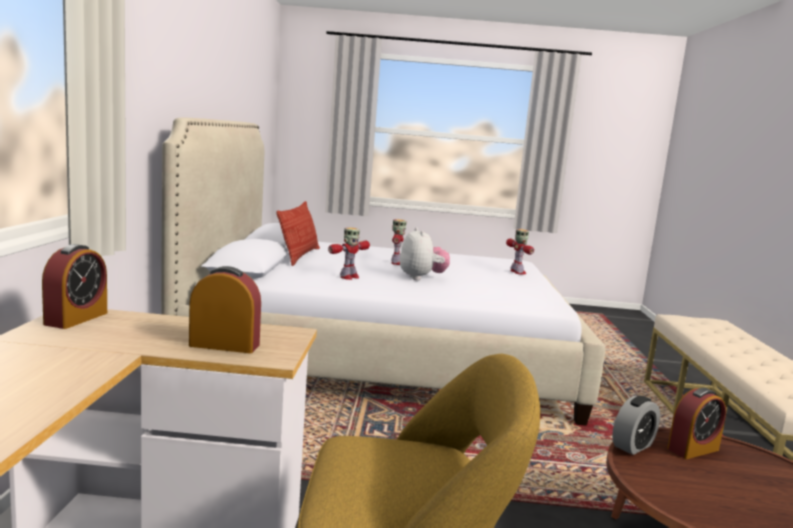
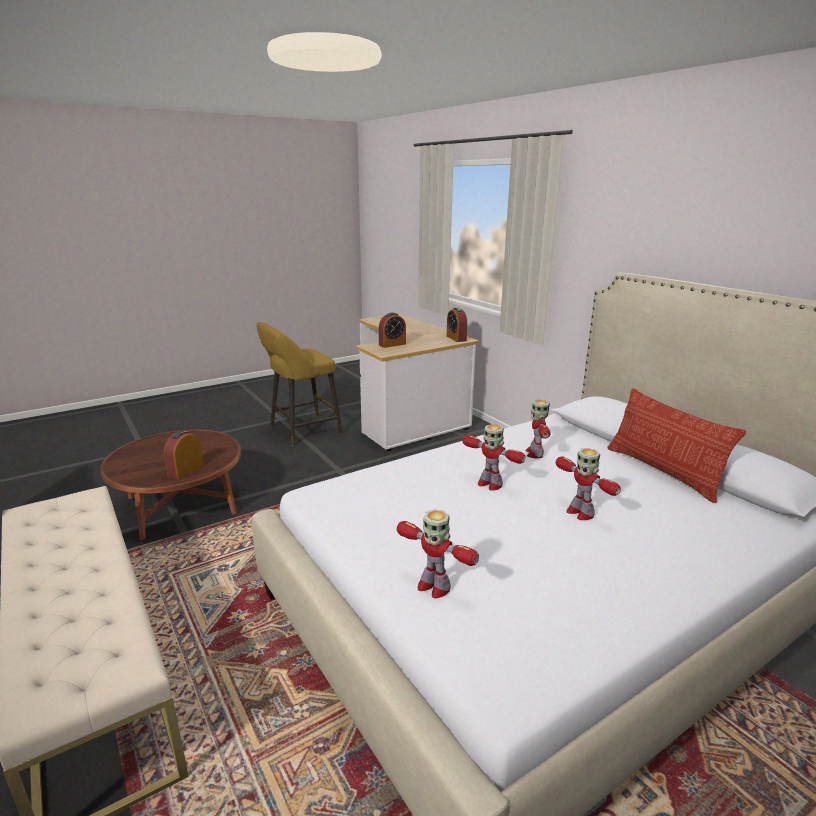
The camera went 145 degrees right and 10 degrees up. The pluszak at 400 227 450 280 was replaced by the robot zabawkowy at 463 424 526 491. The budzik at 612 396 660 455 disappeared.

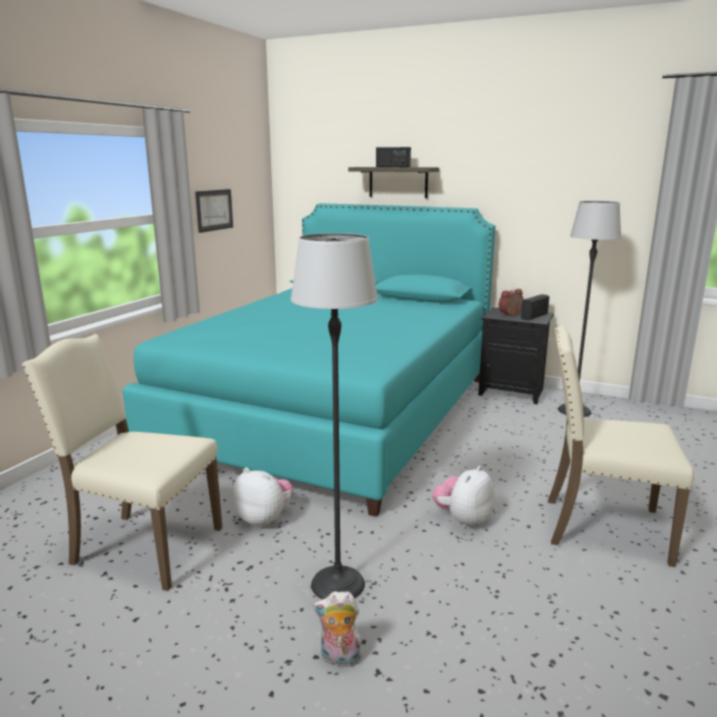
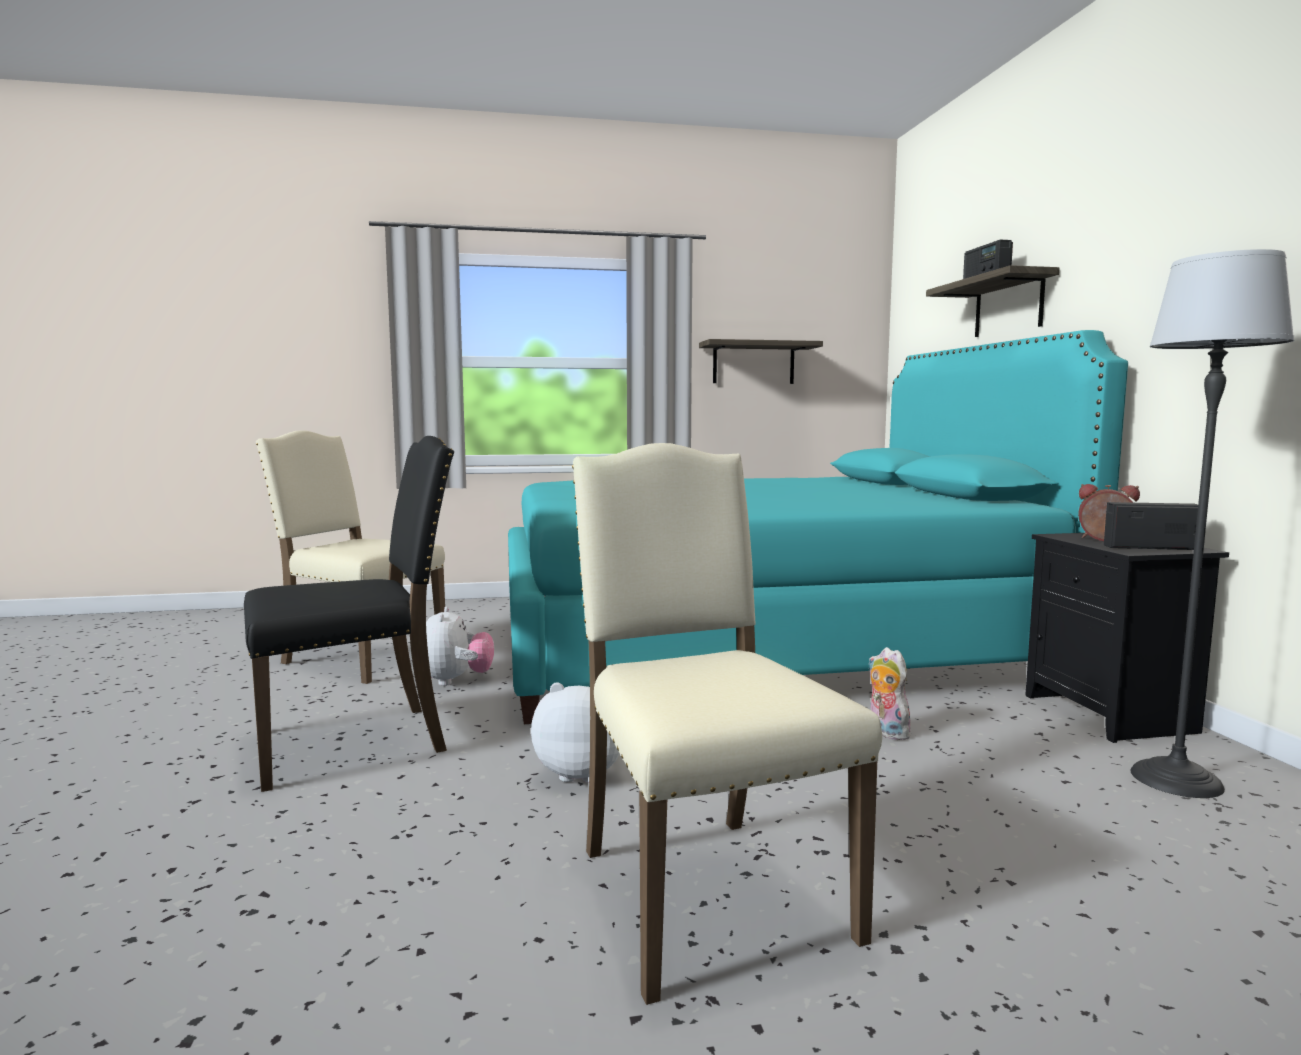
The camera went 55 degrees right and 10 degrees down. The obraz at 195 189 233 233 was replaced by the półka at 699 339 823 384. The lampa stojąca at 291 233 378 599 was replaced by the krzesło/czarny at 244 436 454 792. The krzesło/beżowy at 22 334 222 591 turned 45 degrees counterclockwise. The pluszak moved from 313 591 362 667 to 869 647 912 740.

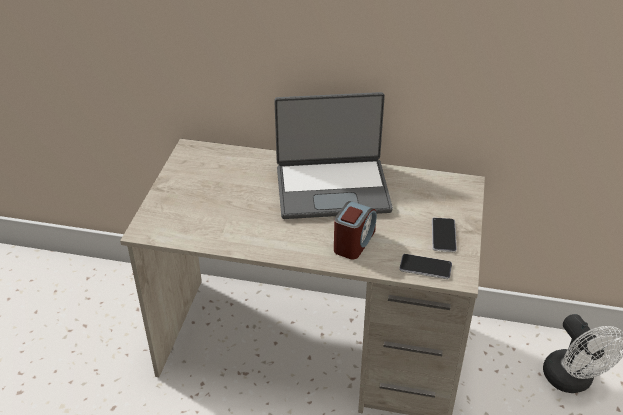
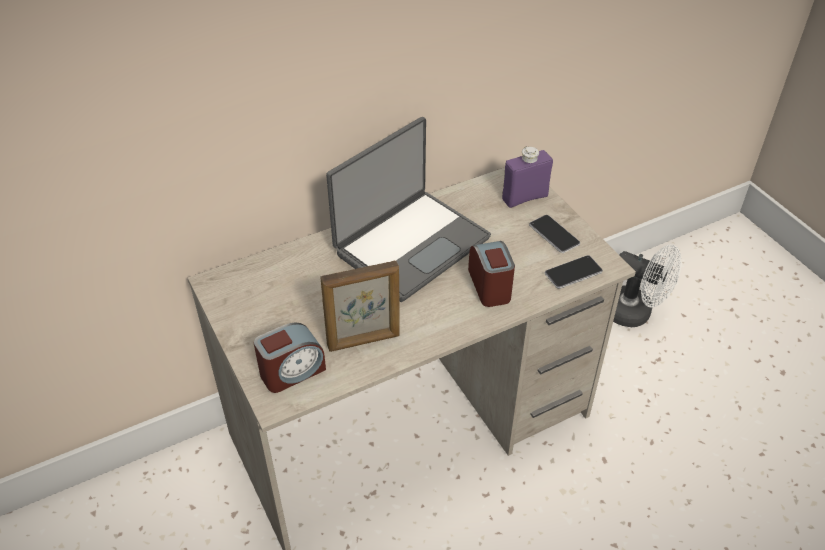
The camera went 40 degrees left and 5 degrees up. The butelka/fioletowy at 502 146 553 208 appeared. The ramka na zdjęcie at 320 261 400 352 appeared. The budzik at 254 323 326 393 appeared.

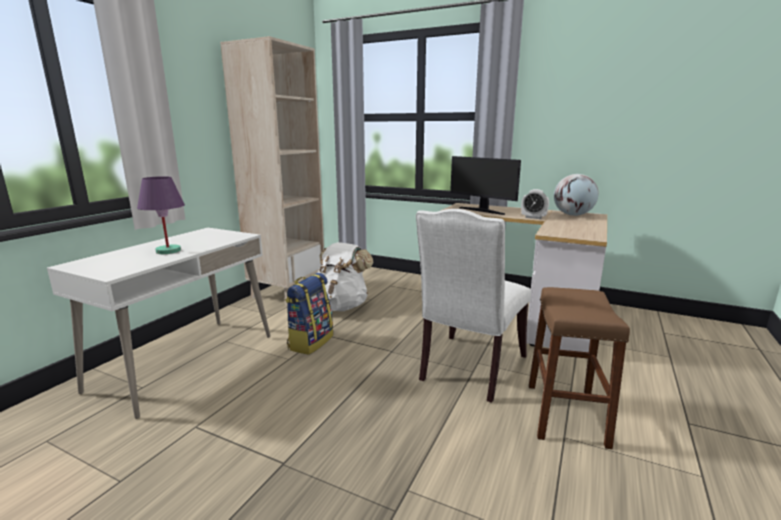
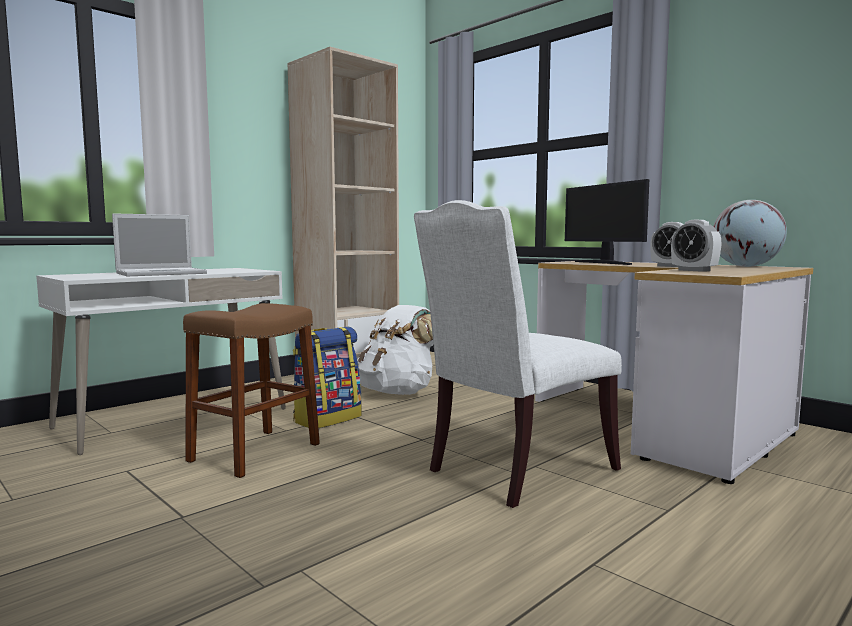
The camera went 20 degrees right and 10 degrees down. The lampa stołowa/fioletowy at 137 176 185 254 was replaced by the laptop at 112 213 207 276. The stołek/brązowy moved from 529 287 630 449 to 183 303 320 478. The budzik at 671 220 722 272 appeared.

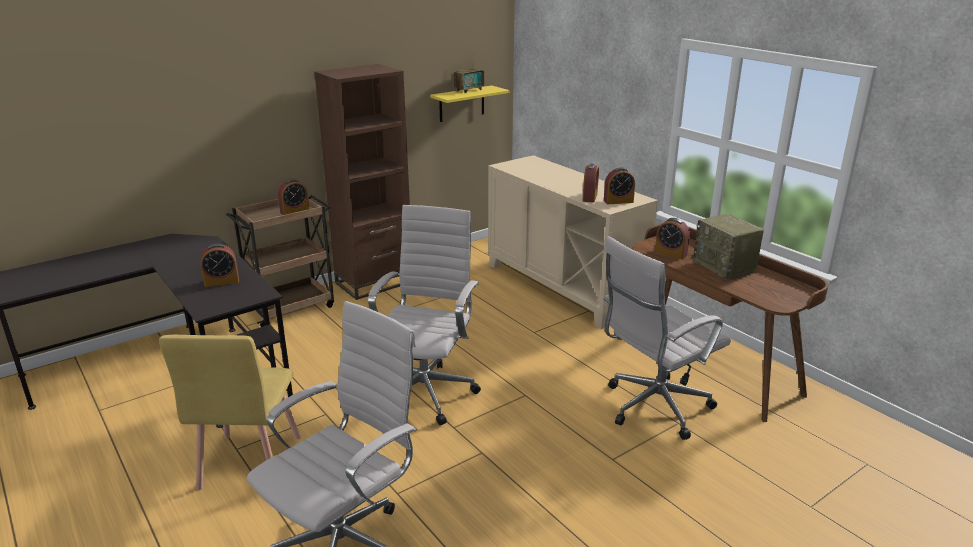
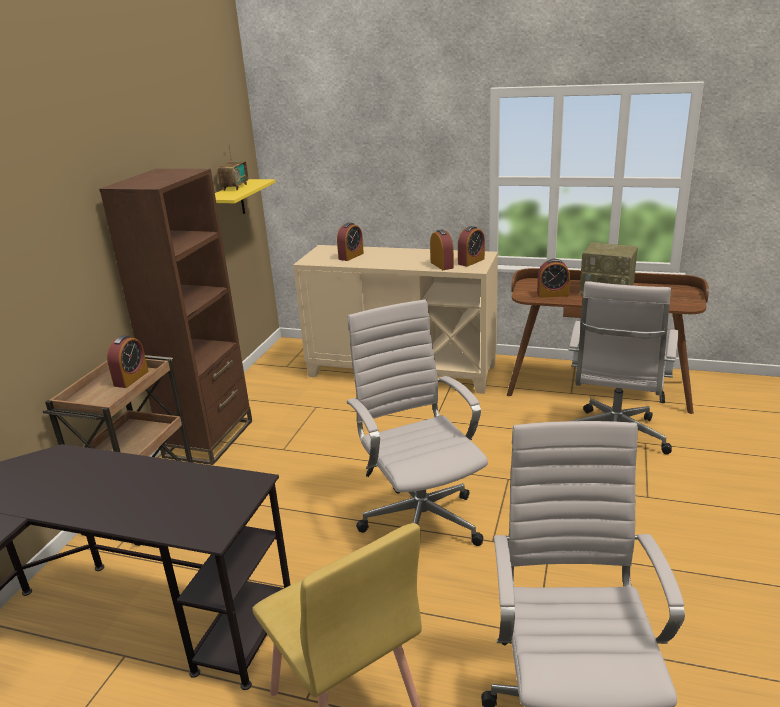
The camera went 35 degrees left and 0 degrees up. The budzik moved from 201 243 239 287 to 337 223 364 261.

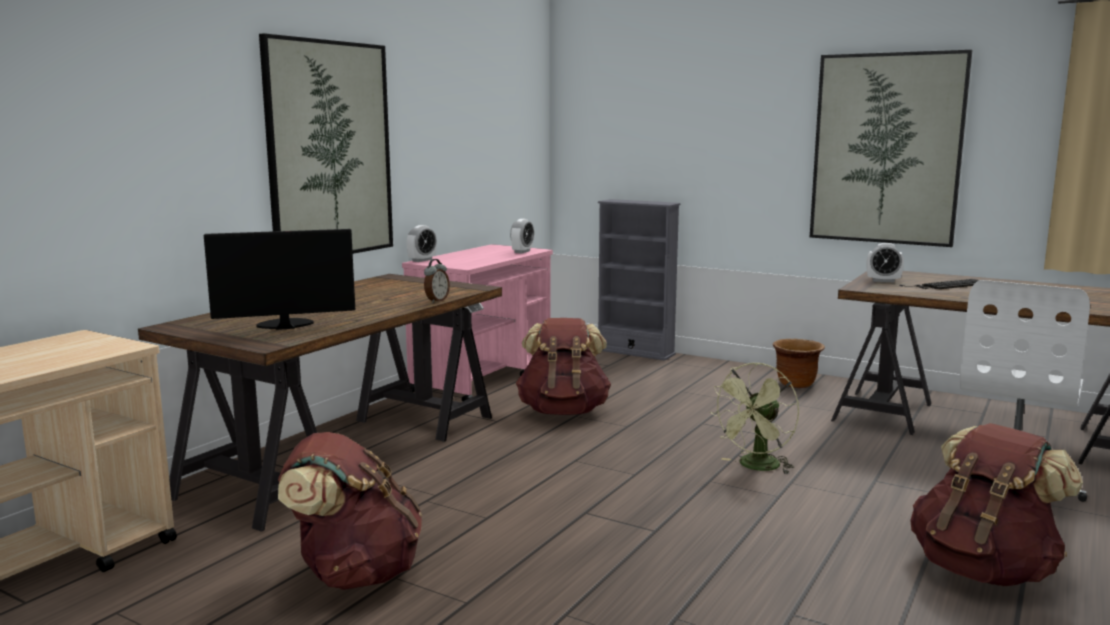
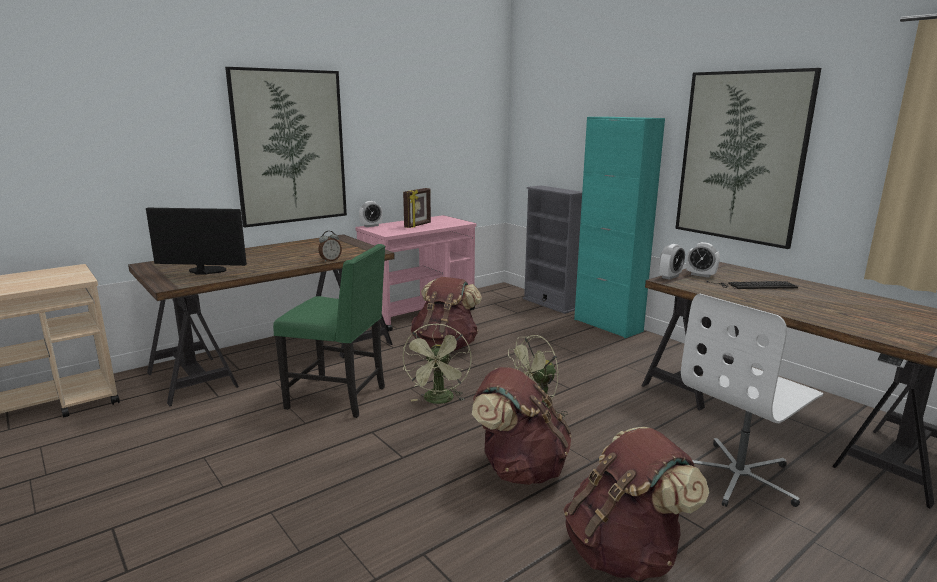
The camera went 20 degrees right and 5 degrees up. The budzik moved from 510 219 534 253 to 659 244 685 280. The donica/brązowy at 773 339 825 388 disappeared. The plecak/brązowy moved from 278 432 422 590 to 472 367 572 485. The szafka/turkusowy at 574 117 665 338 appeared. The ramka na zdjęcie at 403 188 431 228 appeared. The krzesło/zielony at 273 244 385 418 appeared. The wentylator/zielony at 403 323 472 404 appeared.

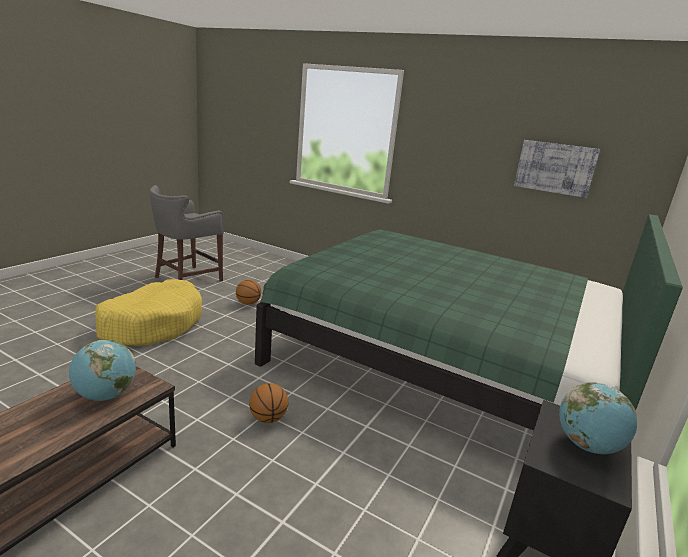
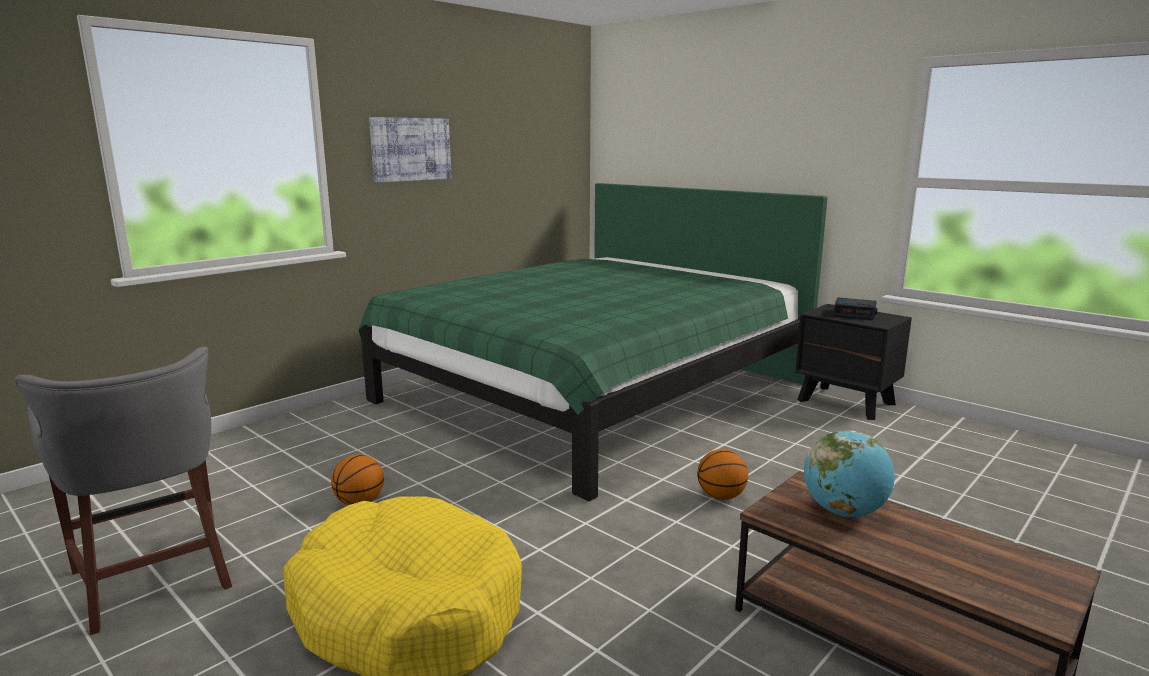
The camera went 75 degrees left and 5 degrees down. The obraz moved from 514 140 600 198 to 369 117 451 182. The globus at 559 382 637 454 was replaced by the budzik at 834 297 878 320.

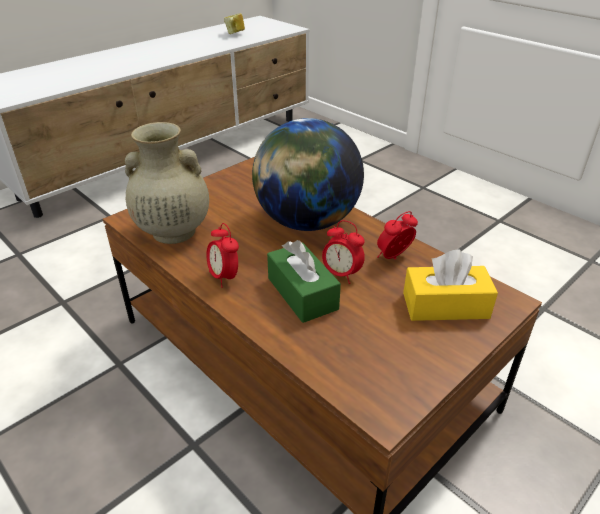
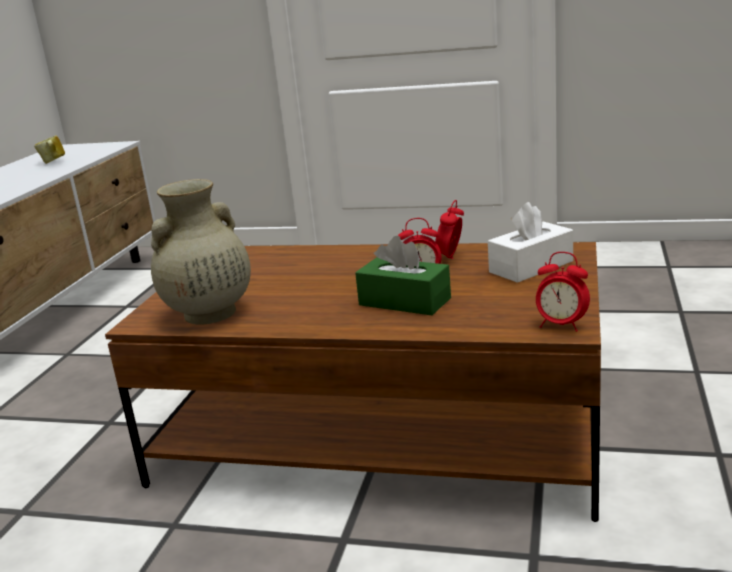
The camera went 30 degrees left and 15 degrees down. The globus at 252 118 364 231 disappeared. The budzik moved from 206 223 239 288 to 536 252 590 332. The pudełko chusteczek/żółty at 403 250 498 321 became the pudełko chusteczek/biały at 488 202 573 283.

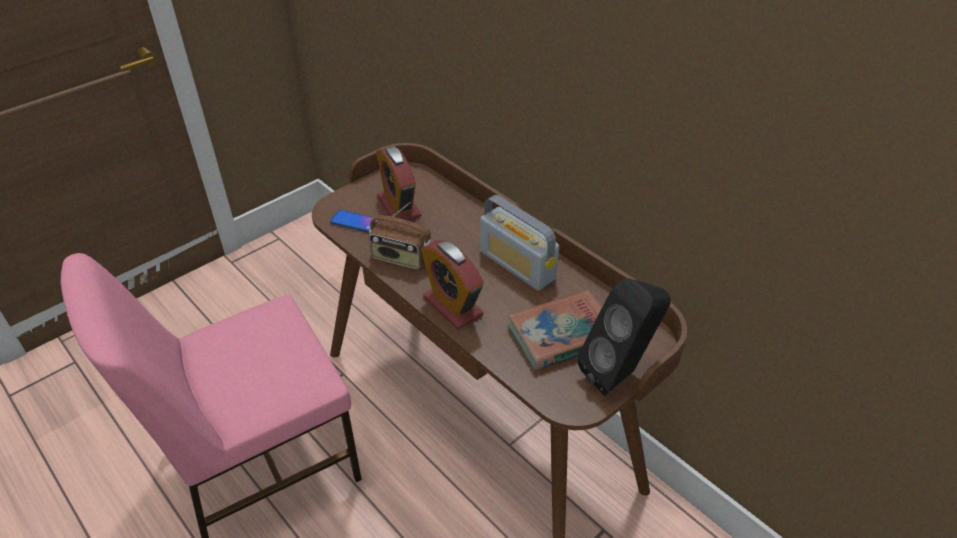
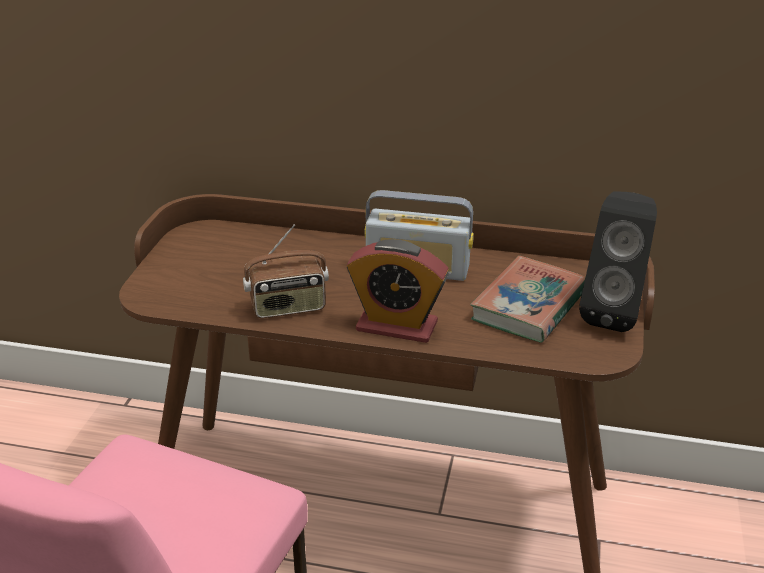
The camera went 35 degrees left and 10 degrees down. The budzik at 376 146 421 221 disappeared. The telefon at 330 210 379 233 disappeared.

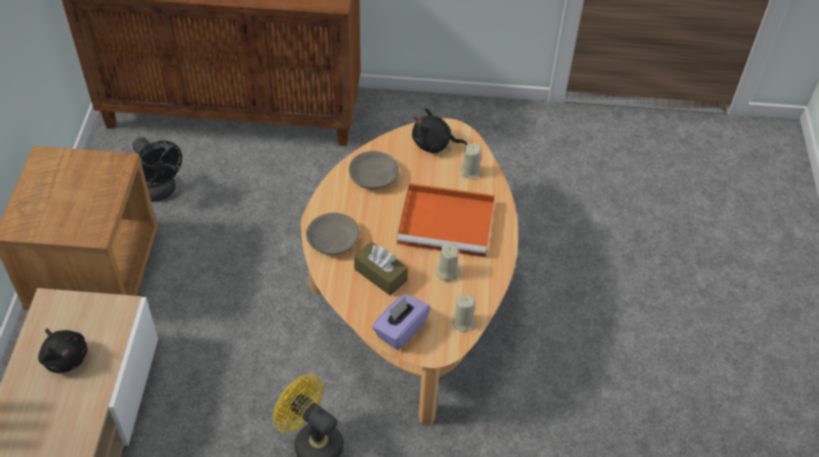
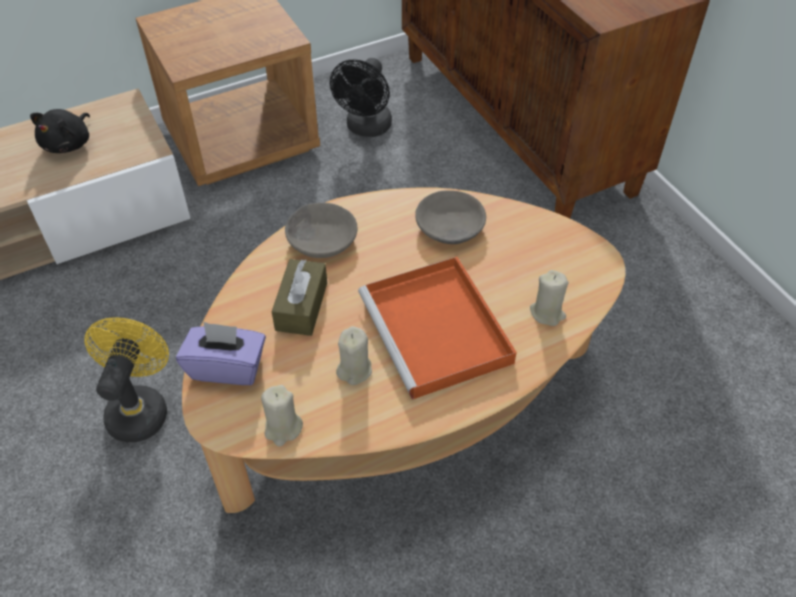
The camera went 60 degrees right and 0 degrees up. The pluszak/czarny at 412 108 468 153 disappeared.

